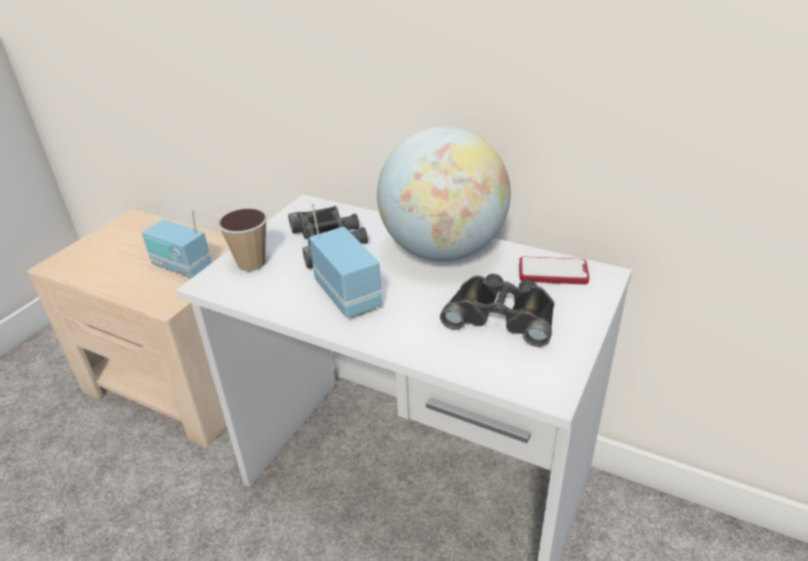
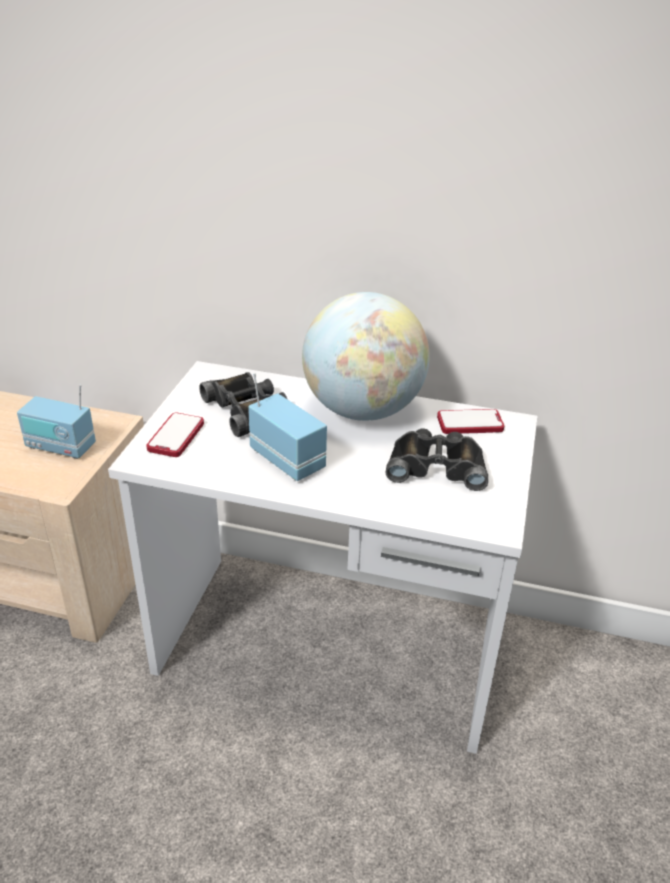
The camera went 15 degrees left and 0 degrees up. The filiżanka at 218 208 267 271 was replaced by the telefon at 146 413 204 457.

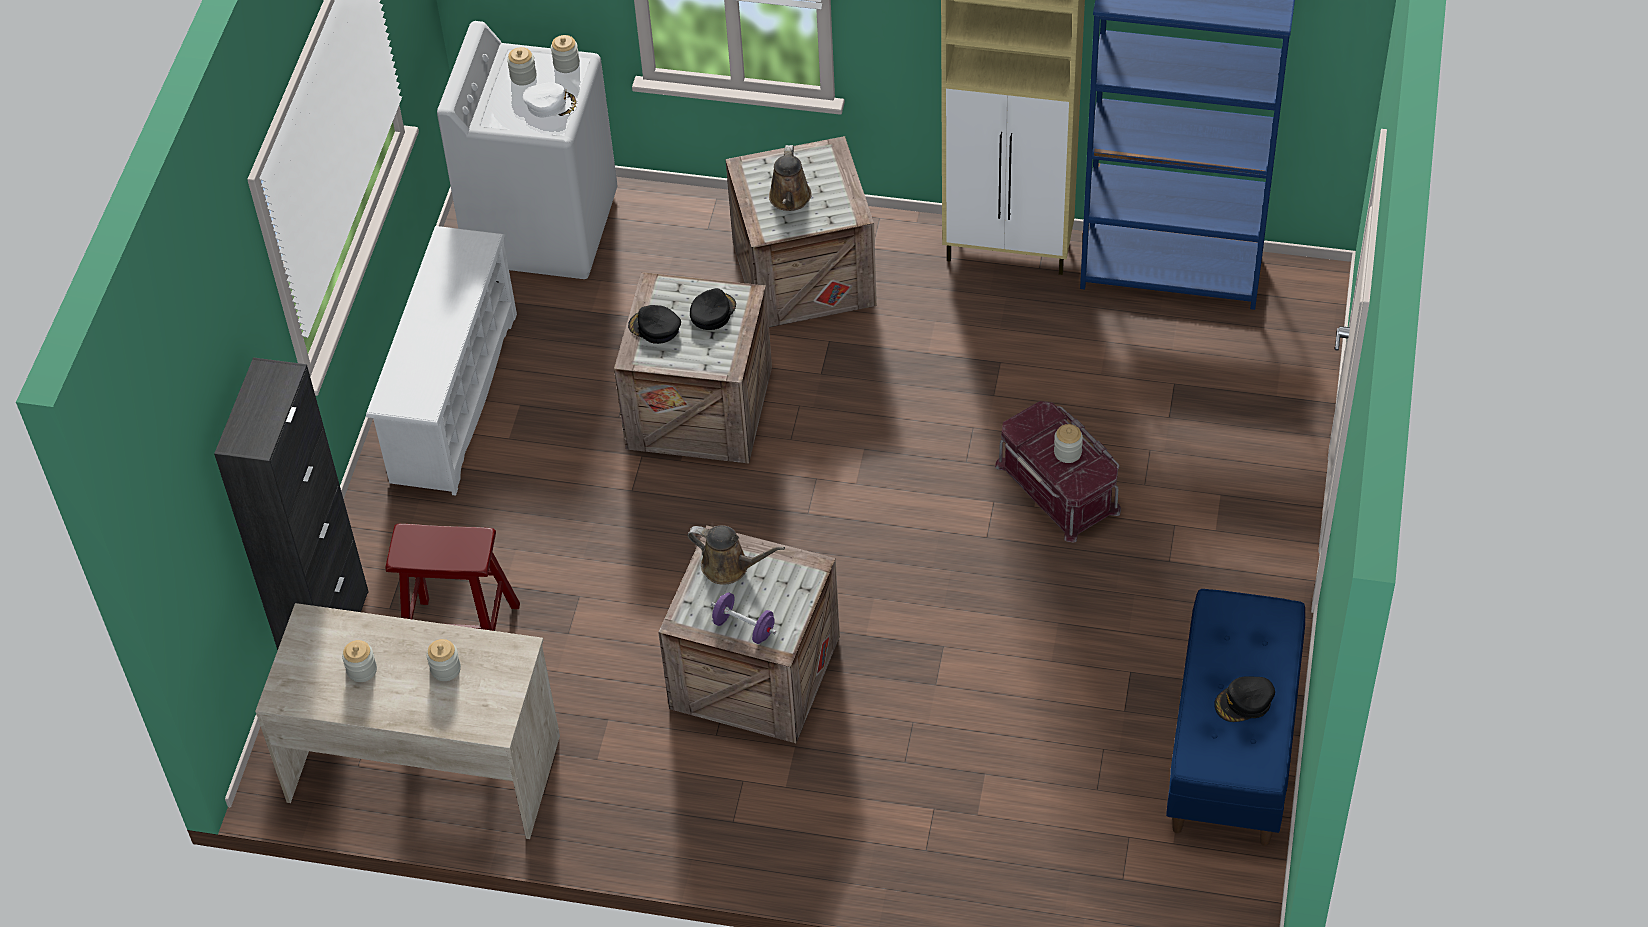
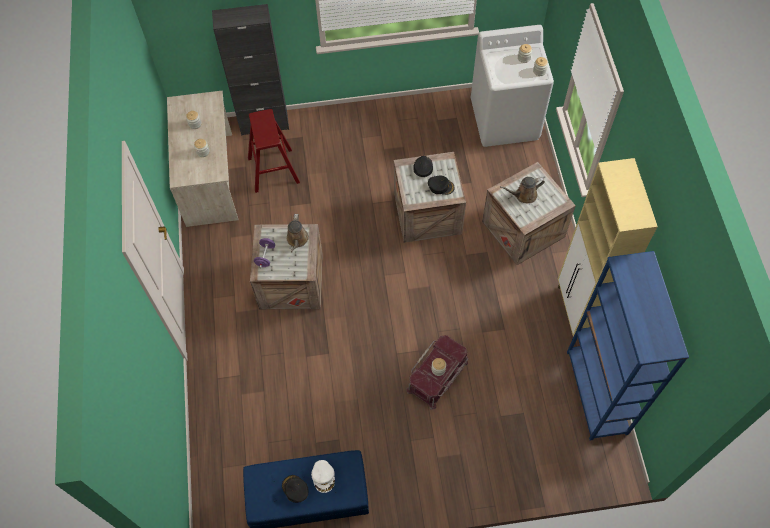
The camera went 70 degrees right and 10 degrees up. The czapka z daszkiem/biały moved from 523 82 578 118 to 311 460 335 493. The regał na buty/biały at 366 226 517 496 disappeared.

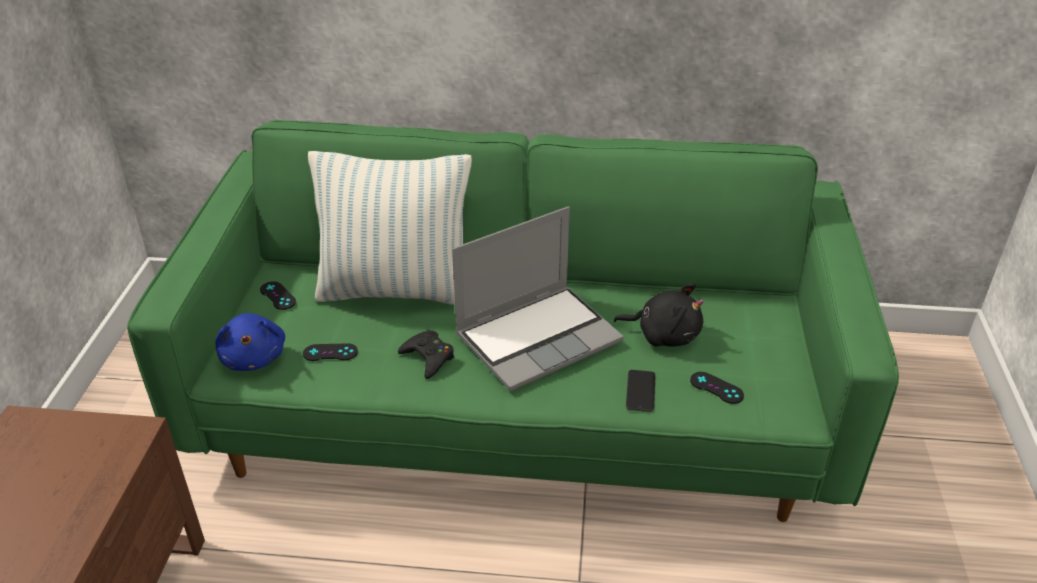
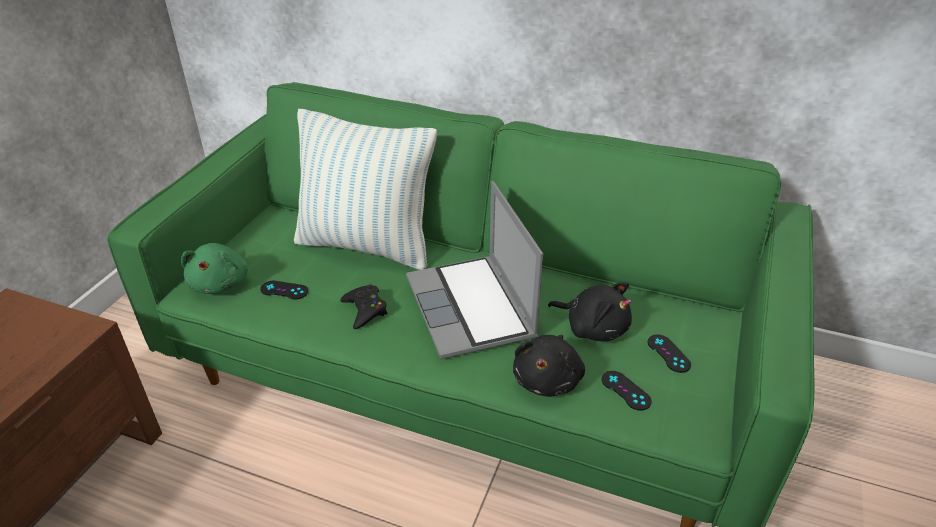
The camera went 15 degrees right and 0 degrees up. The laptop at 452 206 624 392 turned 90 degrees clockwise. The pad do gier/czarny moved from 260 281 296 310 to 647 335 691 373. The pluszak/niebieski at 215 313 285 371 became the pluszak/zielony at 181 243 248 294. The telefon at 626 370 656 412 was replaced by the pluszak/czarny at 513 335 585 397.

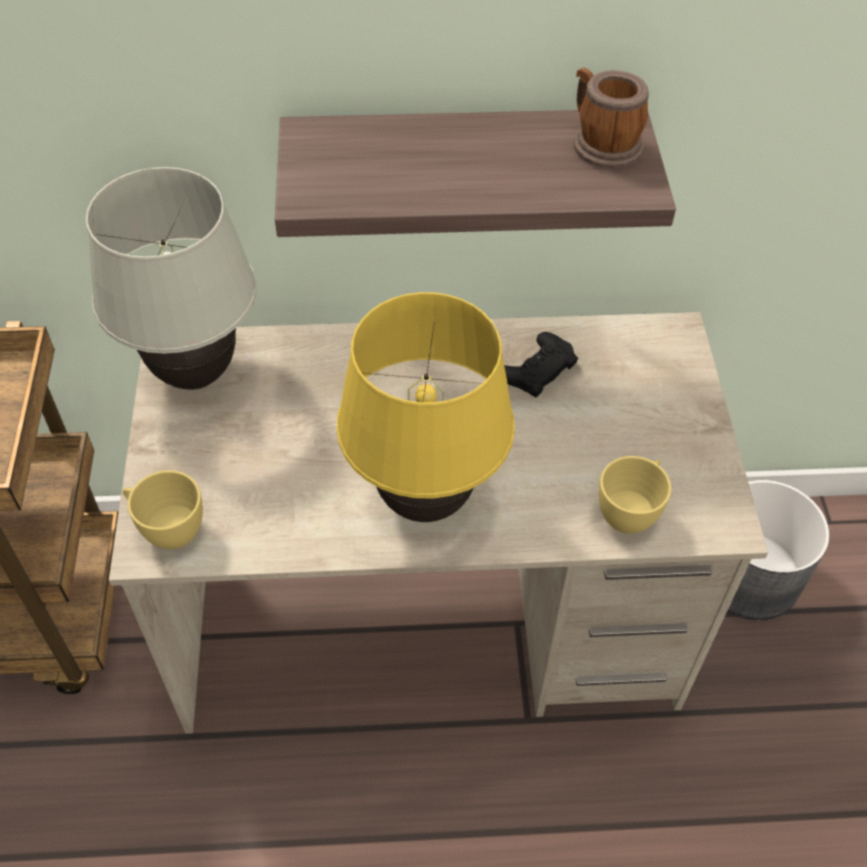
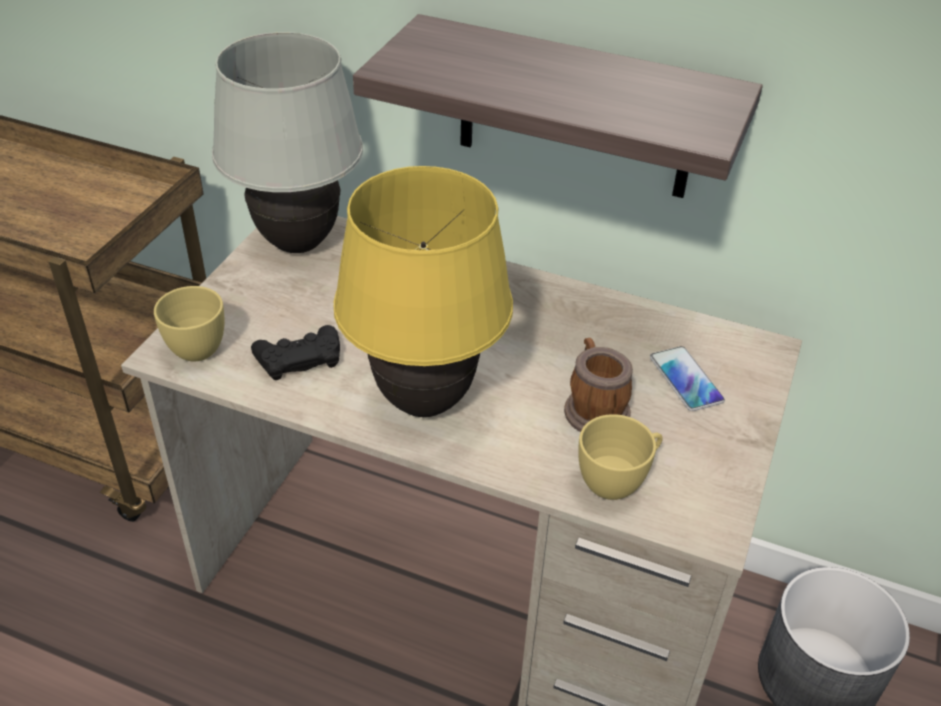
The camera went 25 degrees right and 10 degrees down. The kubek moved from 574 67 649 169 to 564 338 633 432. The pad do gier/czarny moved from 504 332 578 397 to 251 325 340 380. The telefon at 650 346 725 411 appeared.

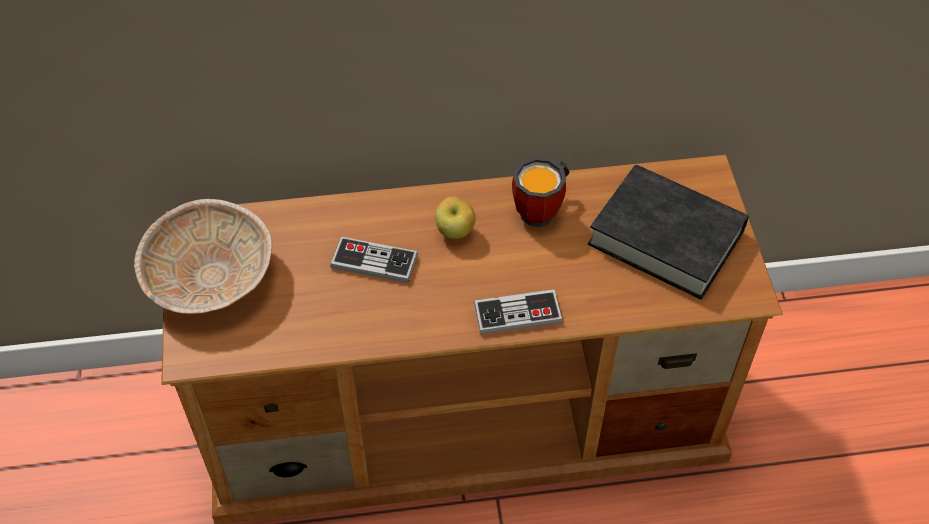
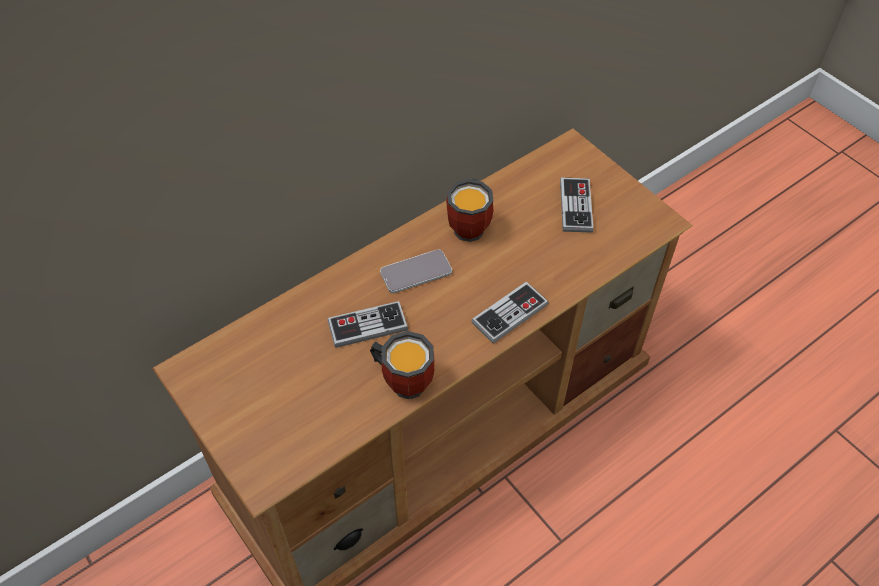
The camera went 30 degrees left and 0 degrees up. The książka/czarny at 588 165 749 299 was replaced by the pad do gier at 560 178 593 233. The jabłko at 435 196 475 239 was replaced by the telefon at 380 249 452 293. The miska/beżowy at 134 199 272 314 disappeared. The kubek at 370 331 435 399 appeared.

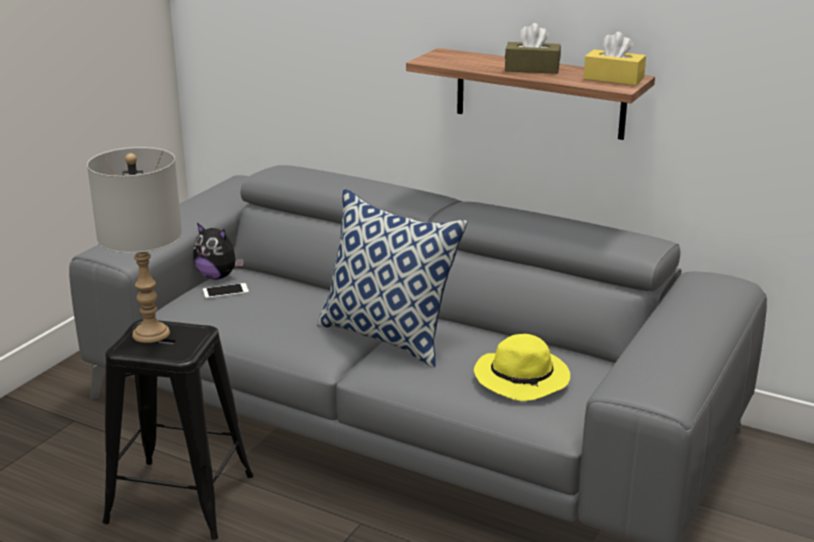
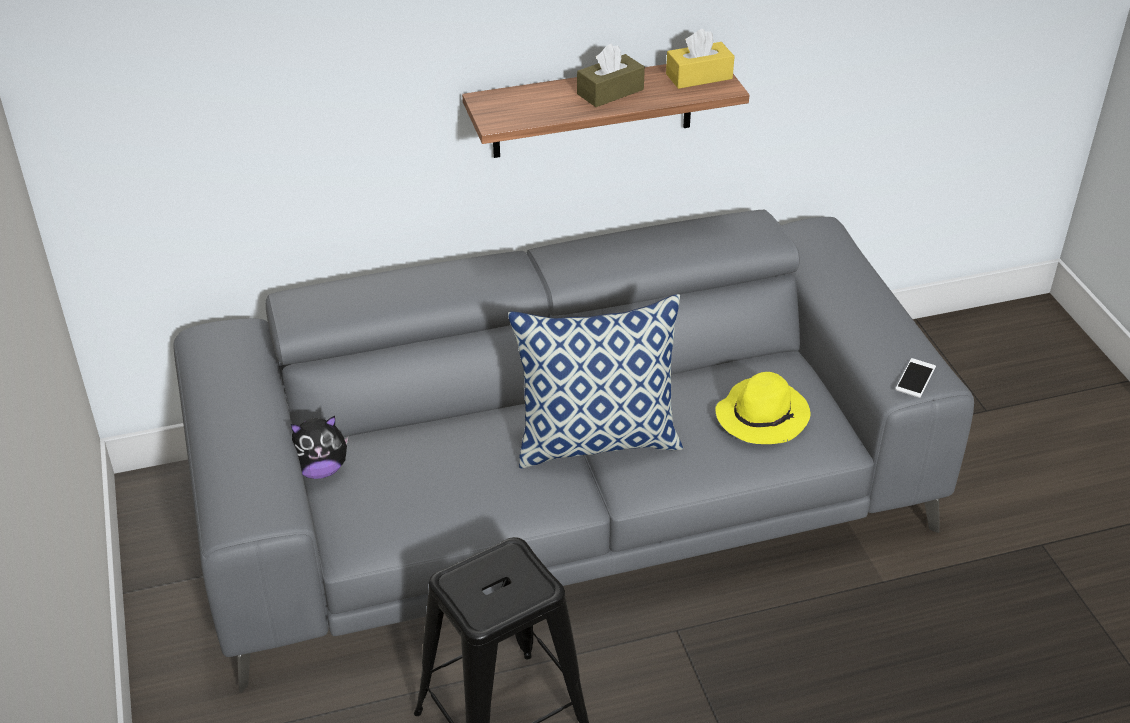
The camera went 45 degrees left and 15 degrees up. The lampa stołowa/szary at 87 147 182 343 disappeared. The telefon moved from 203 283 249 299 to 895 358 936 398.

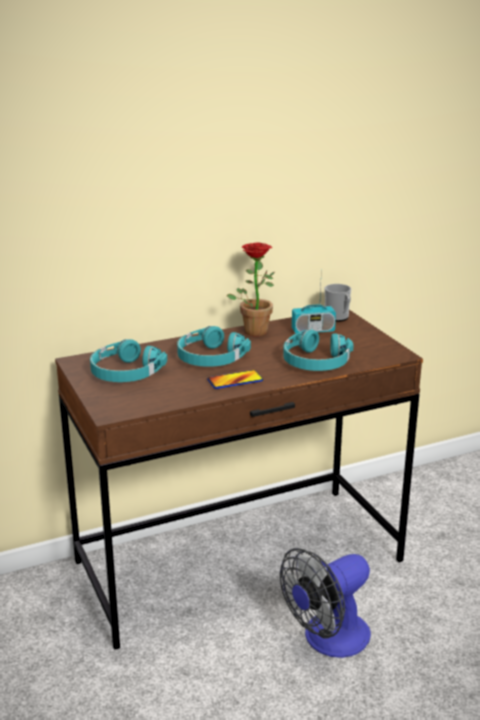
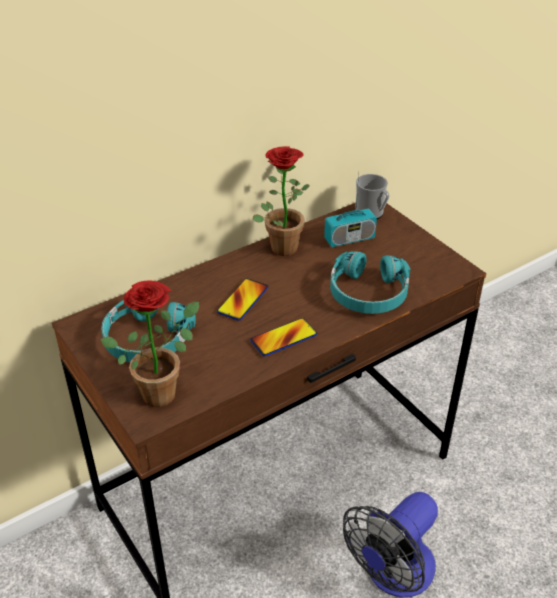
The camera went 10 degrees left and 15 degrees up. The słuchawki/turkusowy at 177 326 251 367 was replaced by the telefon at 217 278 268 321. The roślina doniczkowa at 101 280 199 407 appeared.

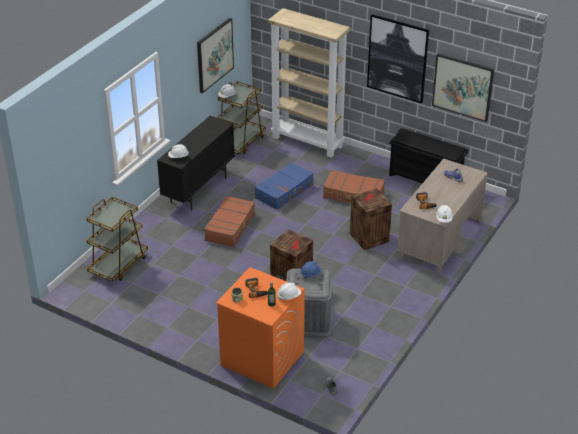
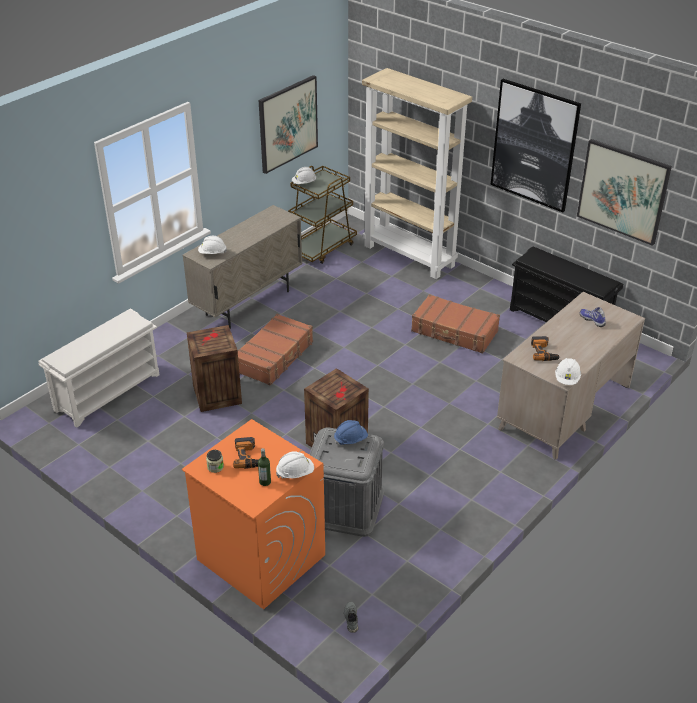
The camera went 10 degrees right and 0 degrees up. The szafka/czarny at 157 116 235 211 became the szafka/beżowy at 182 205 302 329. The walizka/niebieski at 255 162 313 210 disappeared. The skrzynka moved from 350 188 392 250 to 187 325 242 412. The wózek/brązowy at 87 197 148 282 was replaced by the regał na buty/biały at 38 308 160 428.

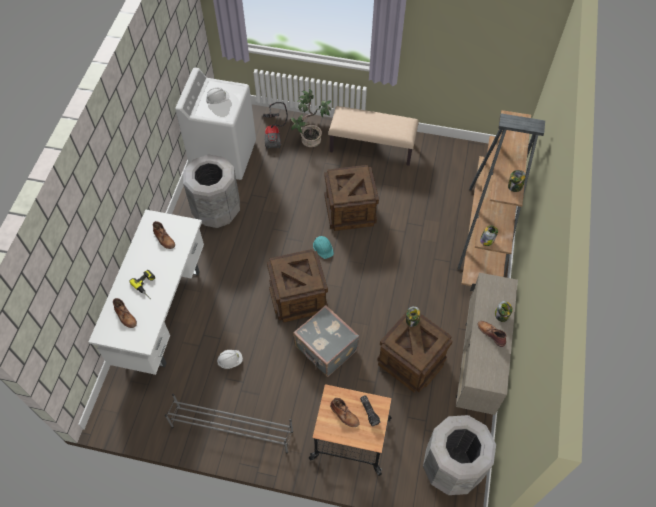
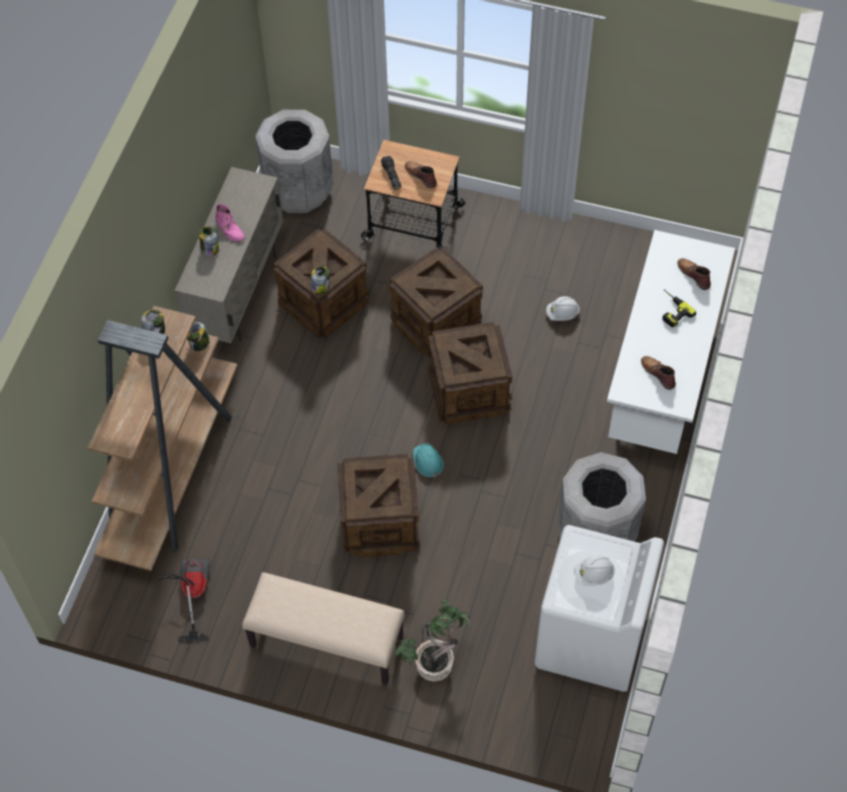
The camera went 175 degrees left and 0 degrees up. The odkurzacz moved from 263 102 288 149 to 159 558 210 642. The walizka/szary at 293 305 359 377 was replaced by the skrzynka at 389 247 483 357. The but z cholewką/brązowy at 477 321 506 347 became the but z cholewką/różowy at 215 204 245 242. The regał na buty/szary at 165 394 293 454 disappeared.

